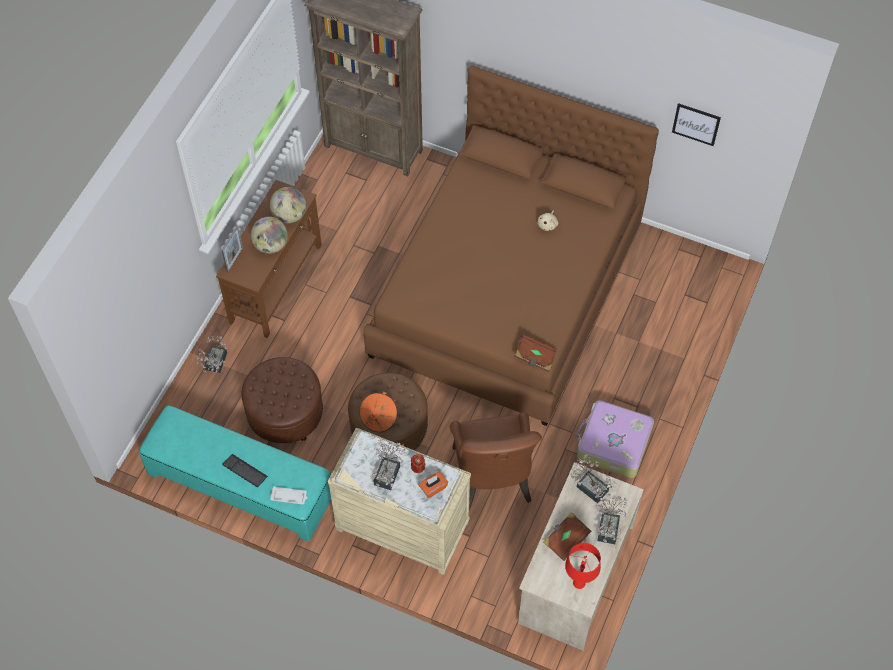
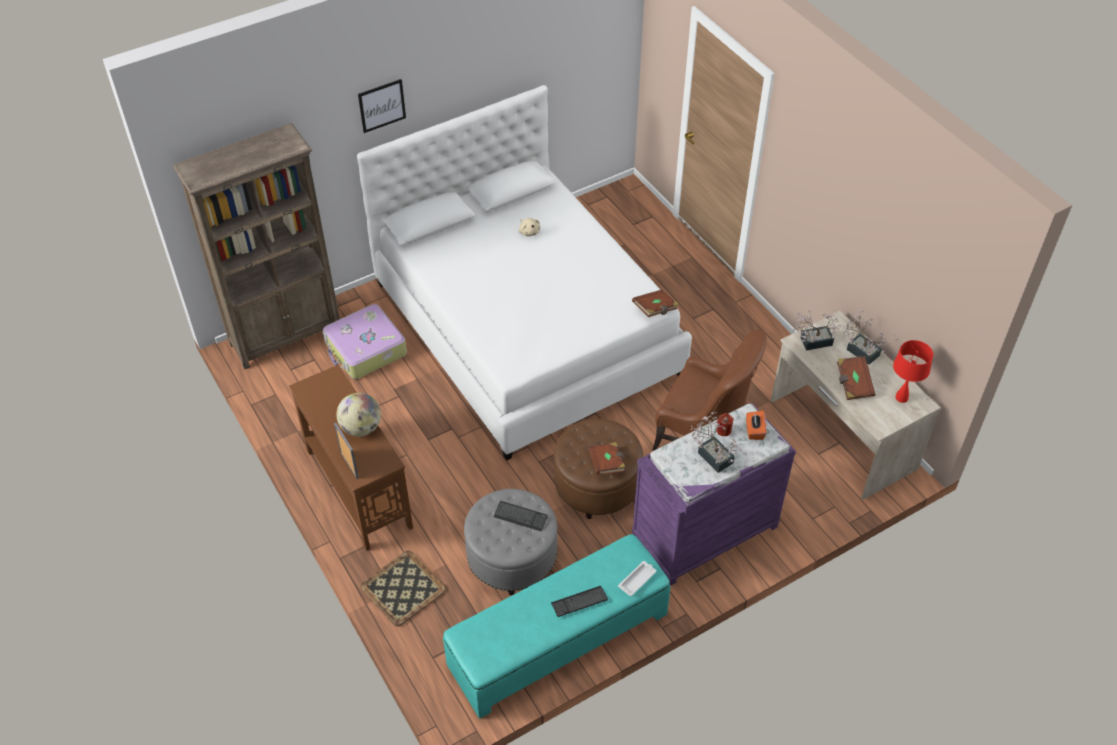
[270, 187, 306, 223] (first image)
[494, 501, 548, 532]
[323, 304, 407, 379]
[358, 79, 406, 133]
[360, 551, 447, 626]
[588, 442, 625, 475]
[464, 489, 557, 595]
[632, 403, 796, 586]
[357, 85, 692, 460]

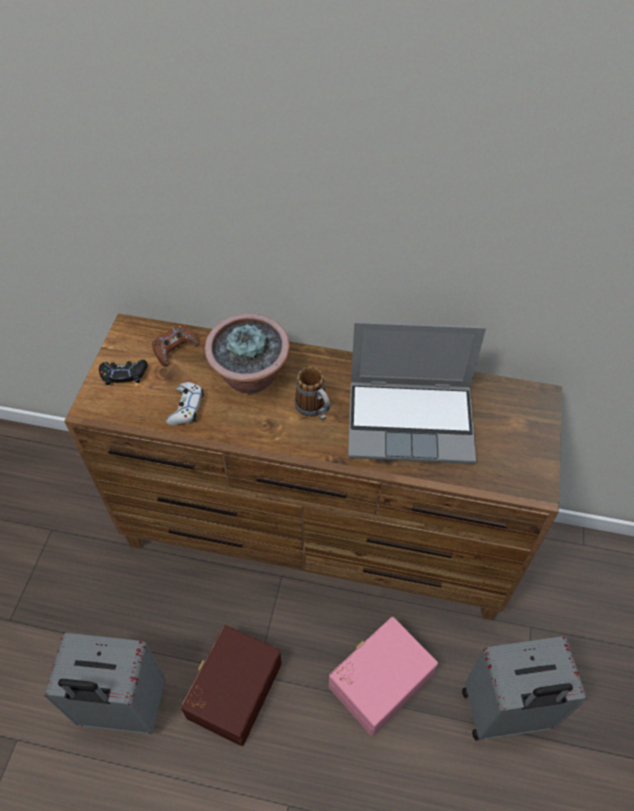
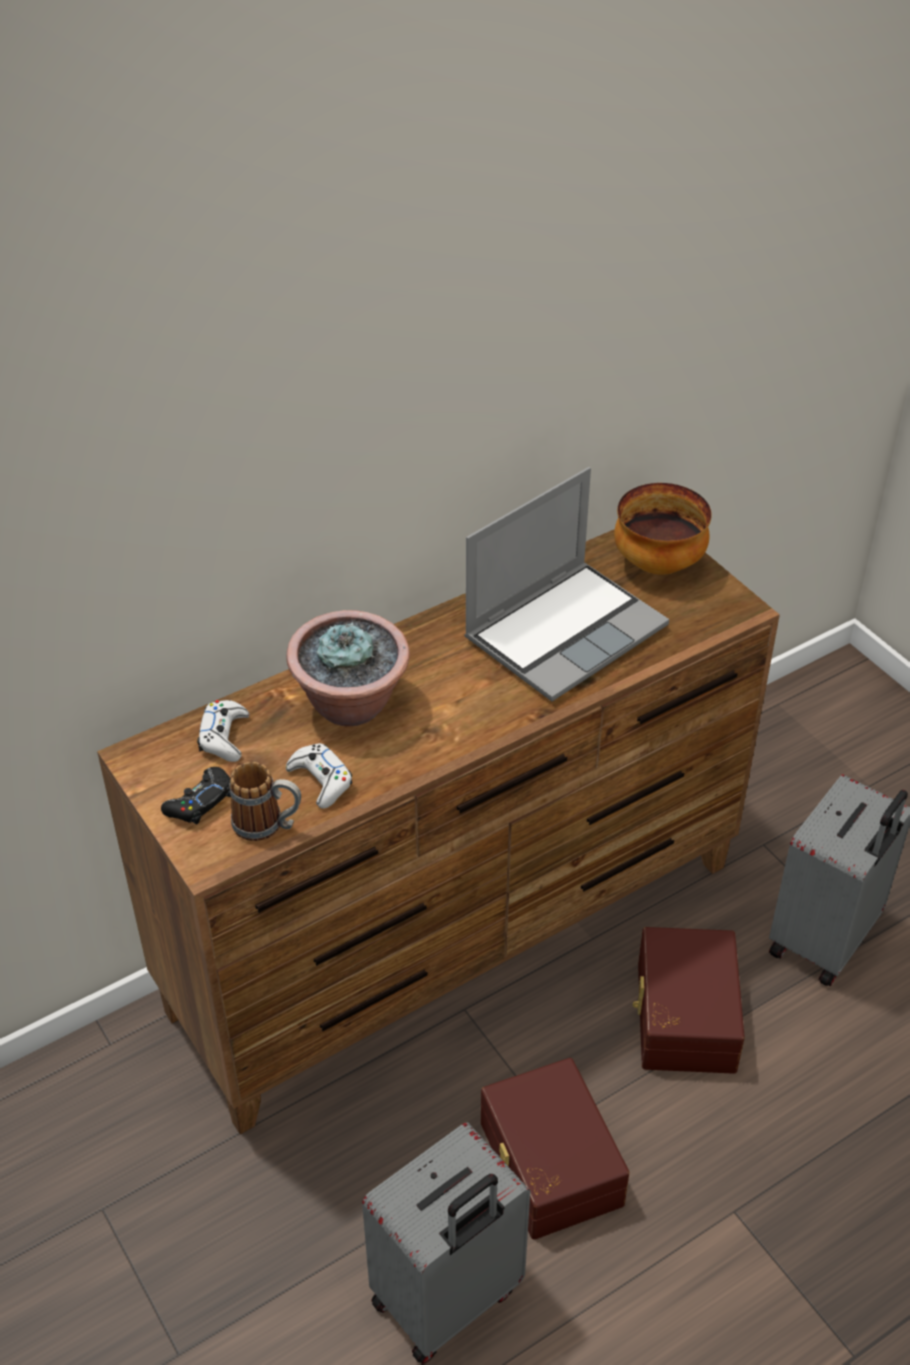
[614, 483, 712, 575]
[230, 762, 301, 841]
[197, 700, 249, 762]
[633, 927, 745, 1074]

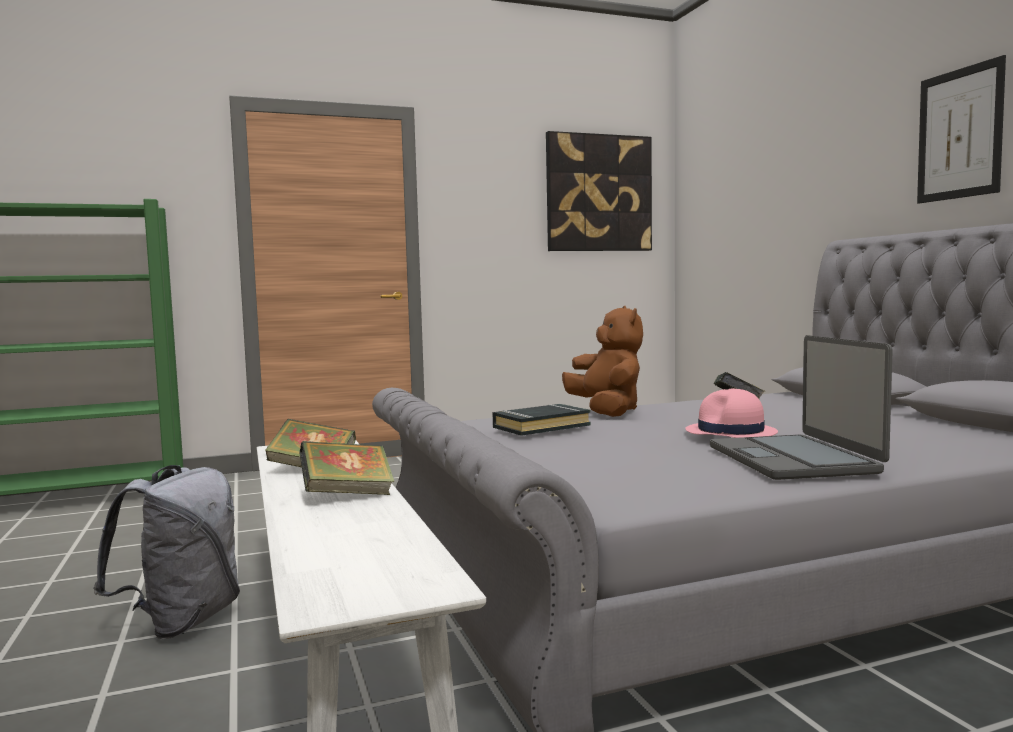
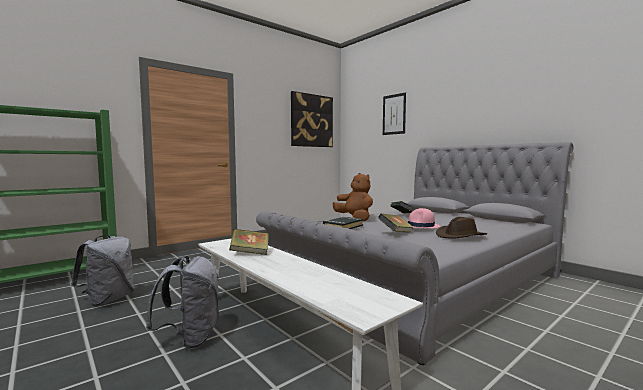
[71, 235, 134, 306]
[378, 214, 414, 233]
[383, 92, 406, 135]
[436, 217, 488, 239]

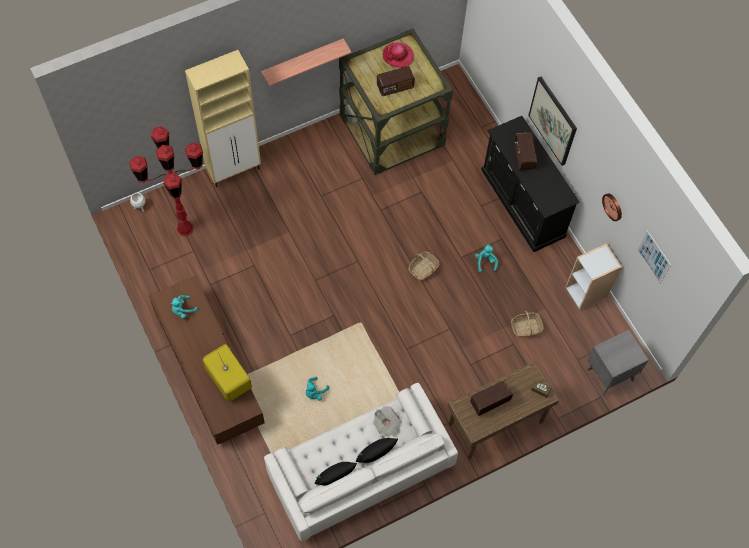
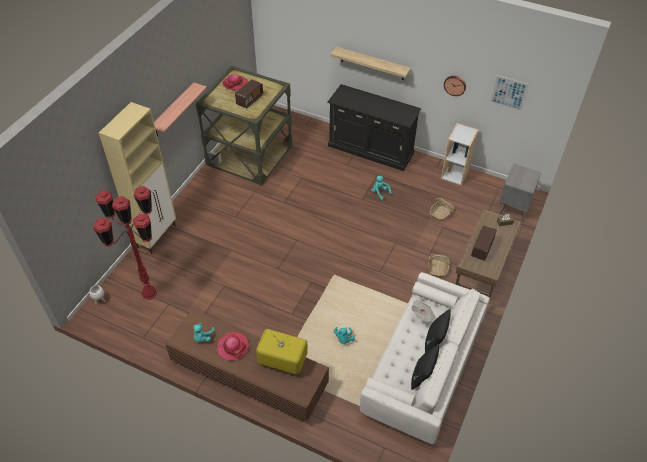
[514, 132, 537, 170] (first image)
[217, 332, 249, 361]
[428, 254, 451, 277]
[331, 47, 411, 80]

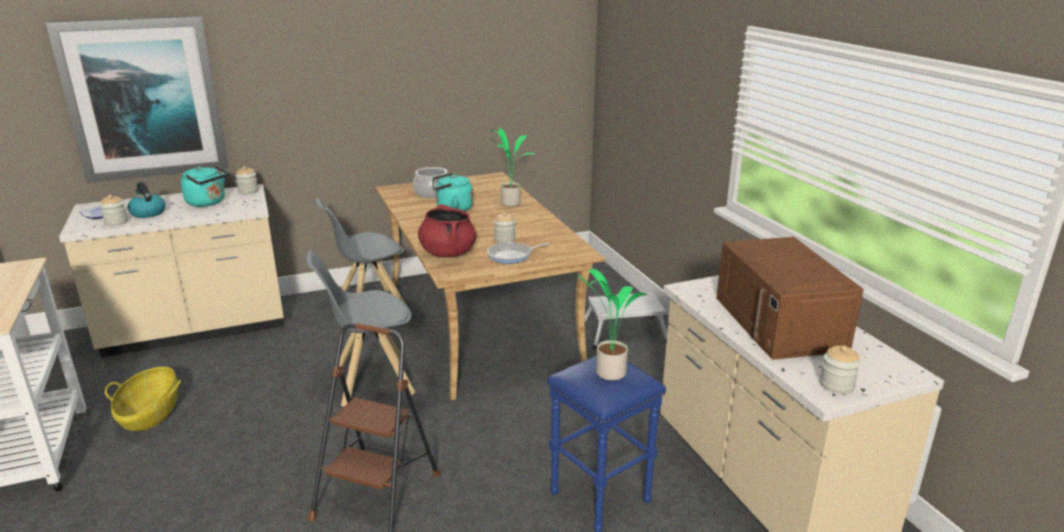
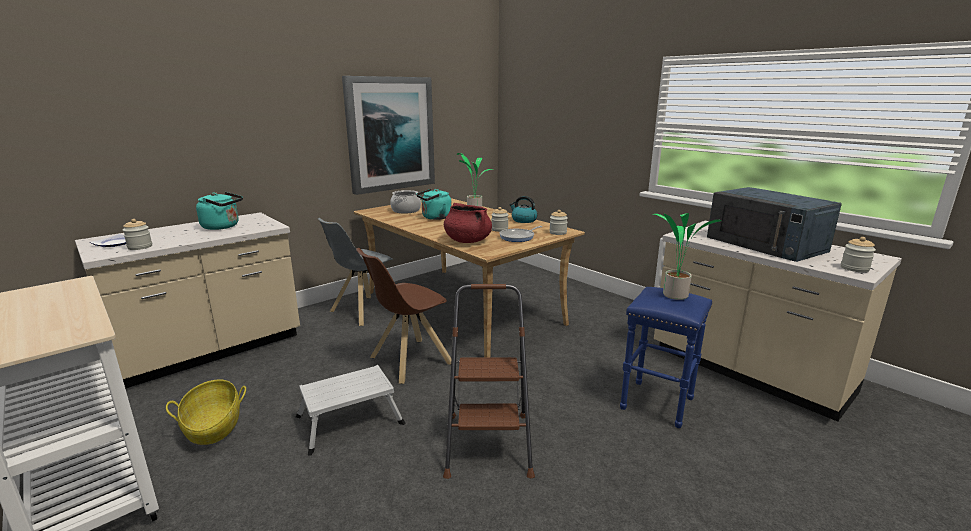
[342, 76, 435, 195]
[510, 196, 537, 223]
[549, 210, 568, 235]
[296, 365, 405, 456]
[356, 248, 451, 384]
[707, 187, 842, 262]

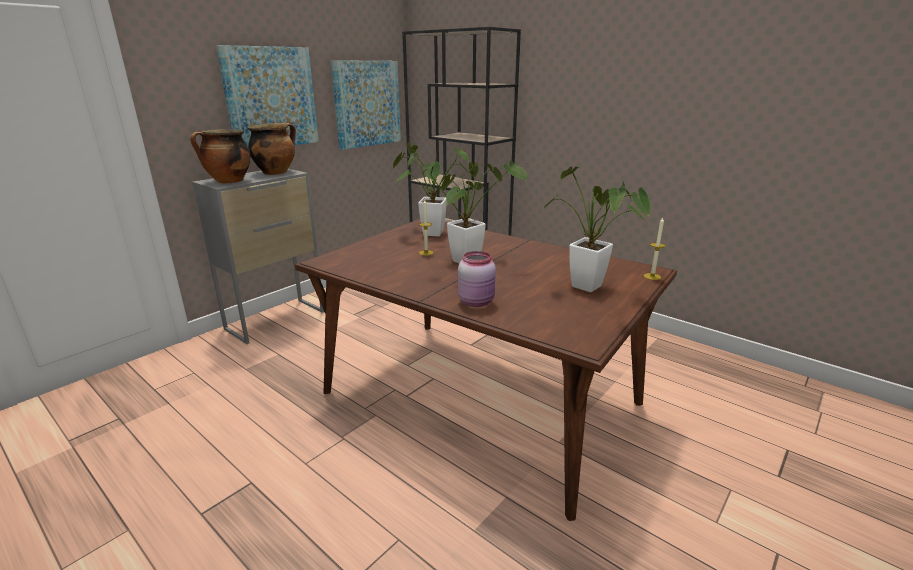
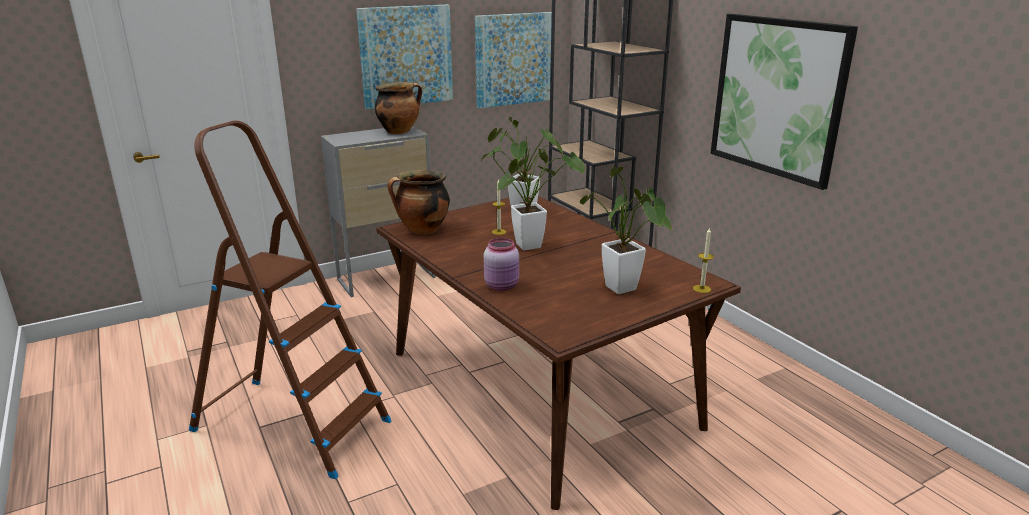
[189, 121, 392, 479]
[711, 14, 858, 190]
[387, 170, 450, 234]

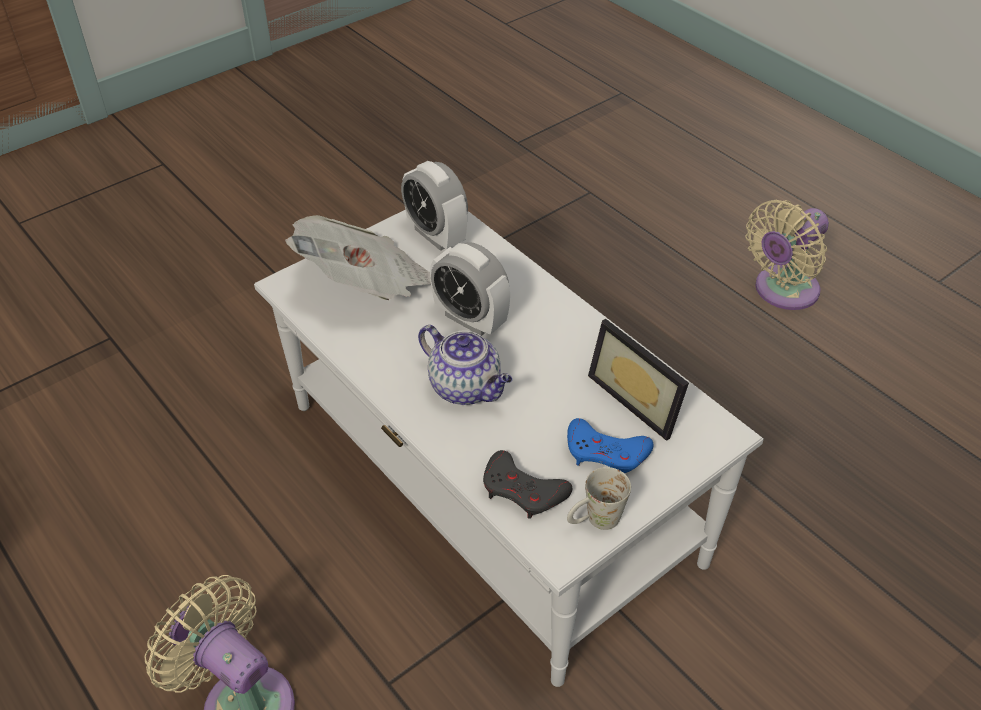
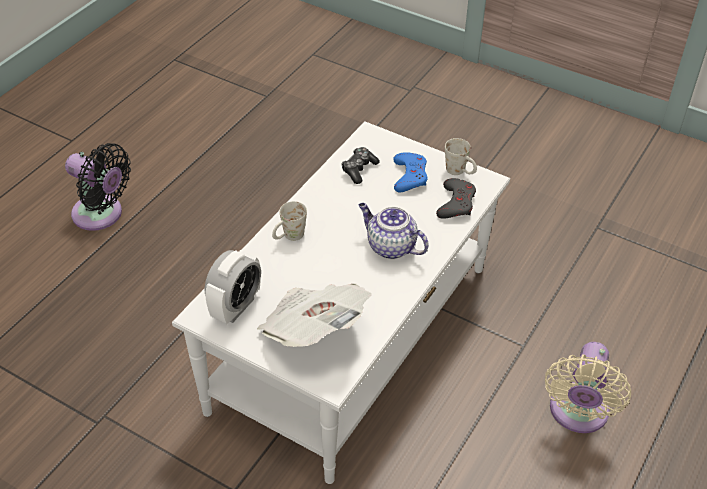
[430, 242, 510, 336] (first image)
[272, 201, 307, 241]
[341, 147, 380, 184]
[65, 143, 131, 231]
[359, 203, 429, 259]

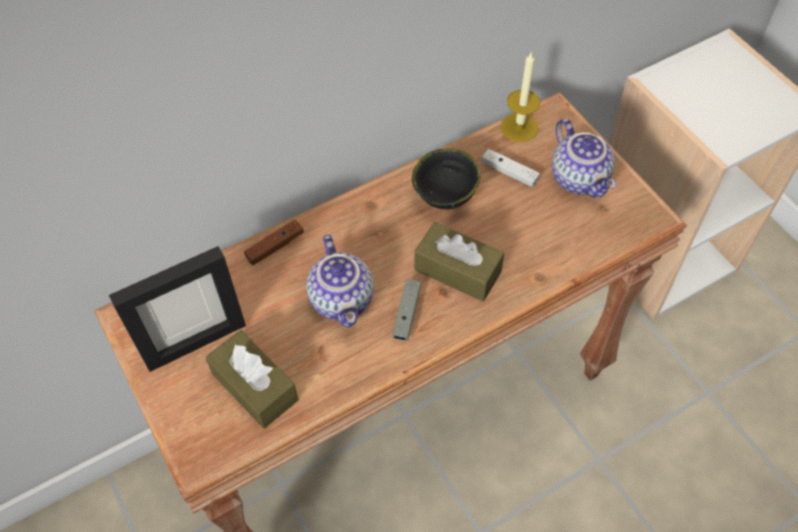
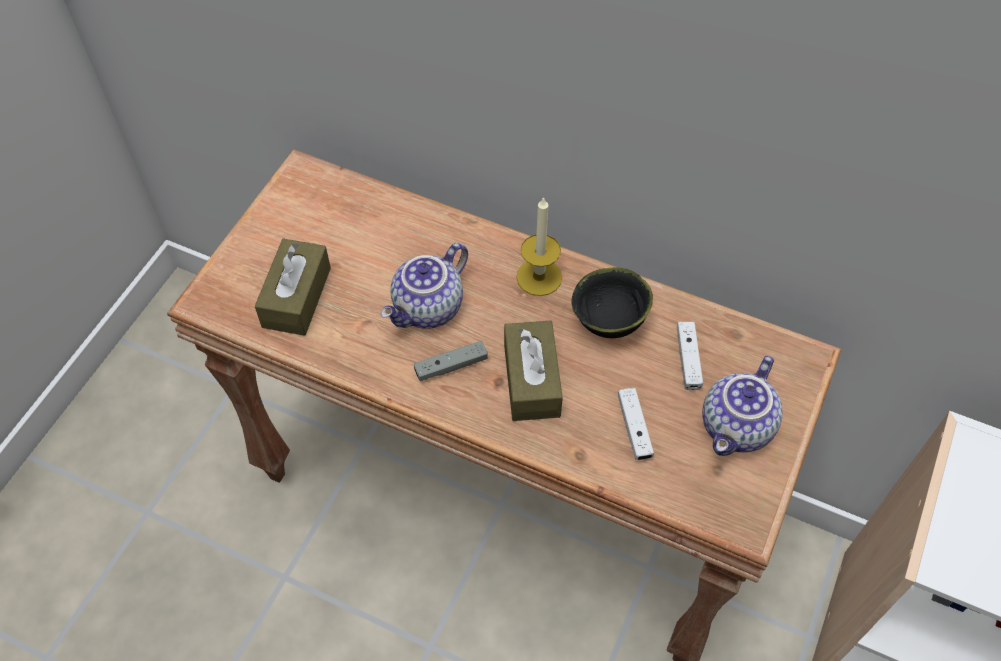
[109, 246, 246, 372] (first image)
[244, 220, 304, 265] (first image)
[618, 388, 654, 460]
[516, 197, 562, 296]

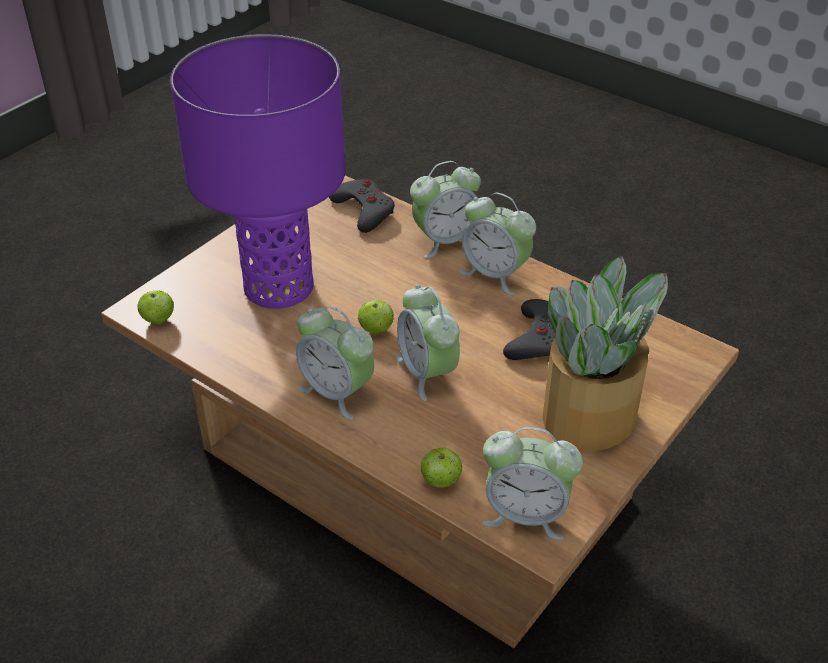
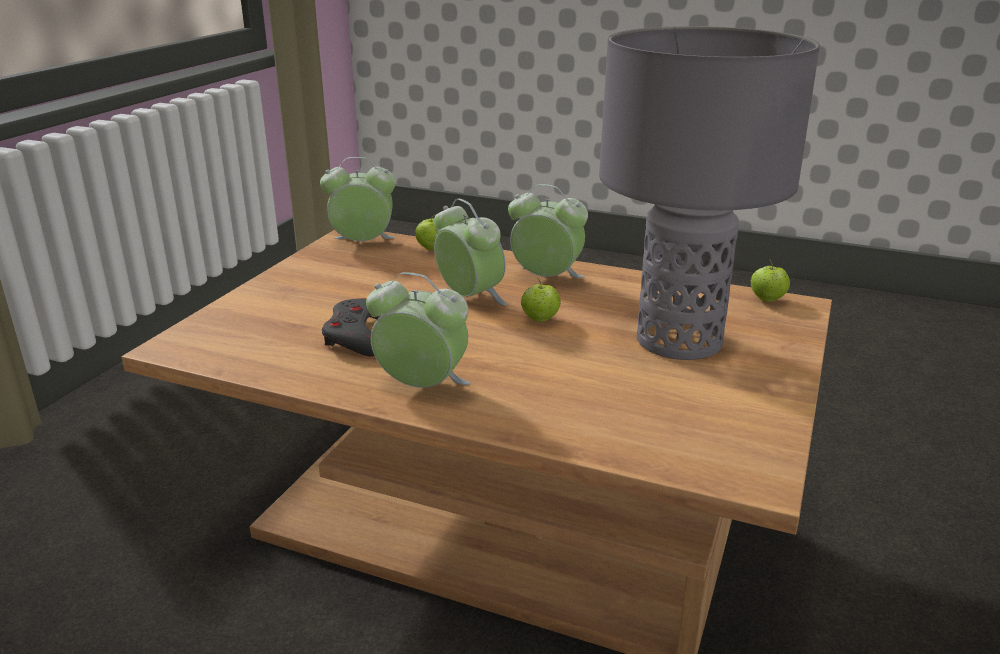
[329, 179, 395, 233] (first image)
[410, 161, 481, 258] (first image)
[542, 256, 668, 451] (first image)
[599, 26, 820, 360]

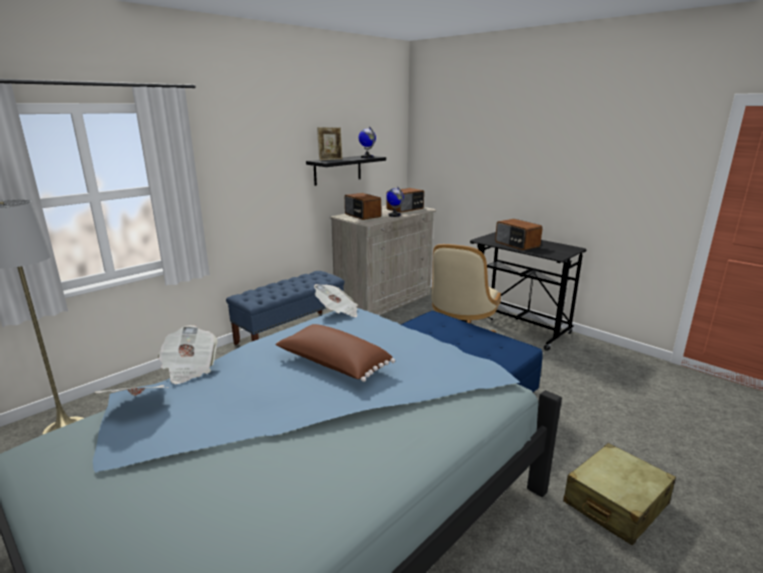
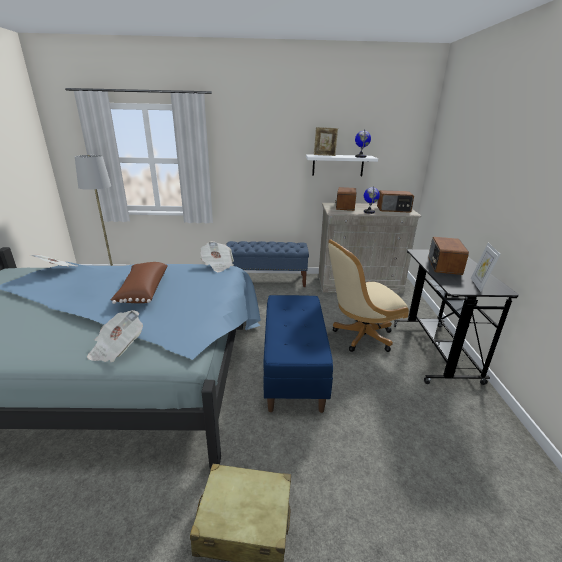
[471, 243, 500, 292]
[87, 310, 143, 362]
[306, 154, 378, 176]

